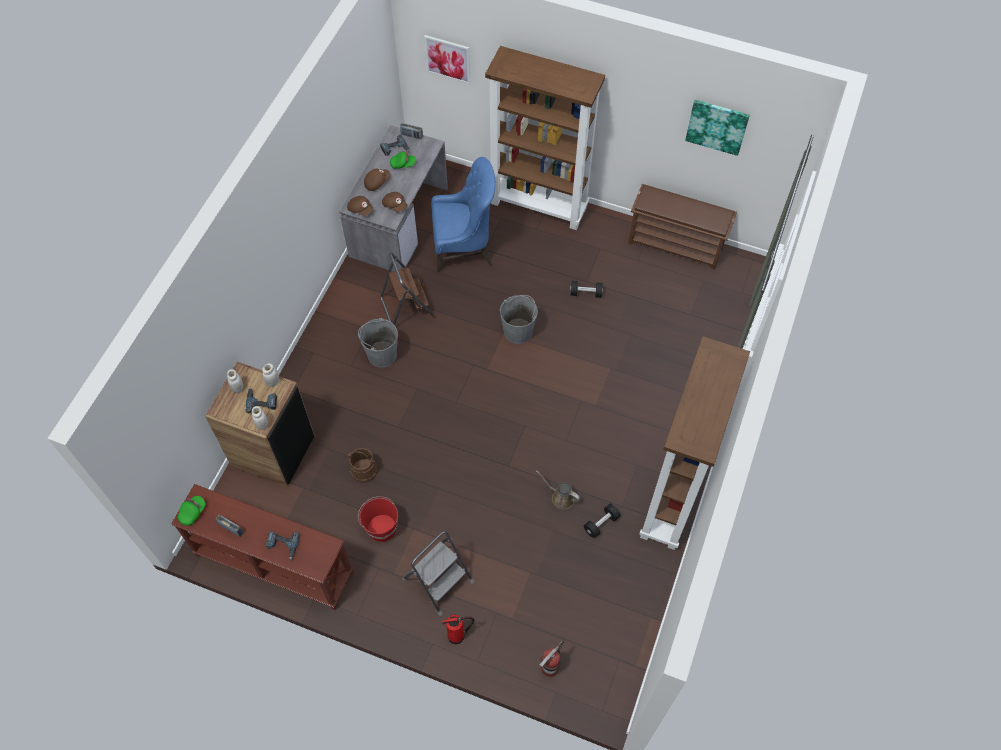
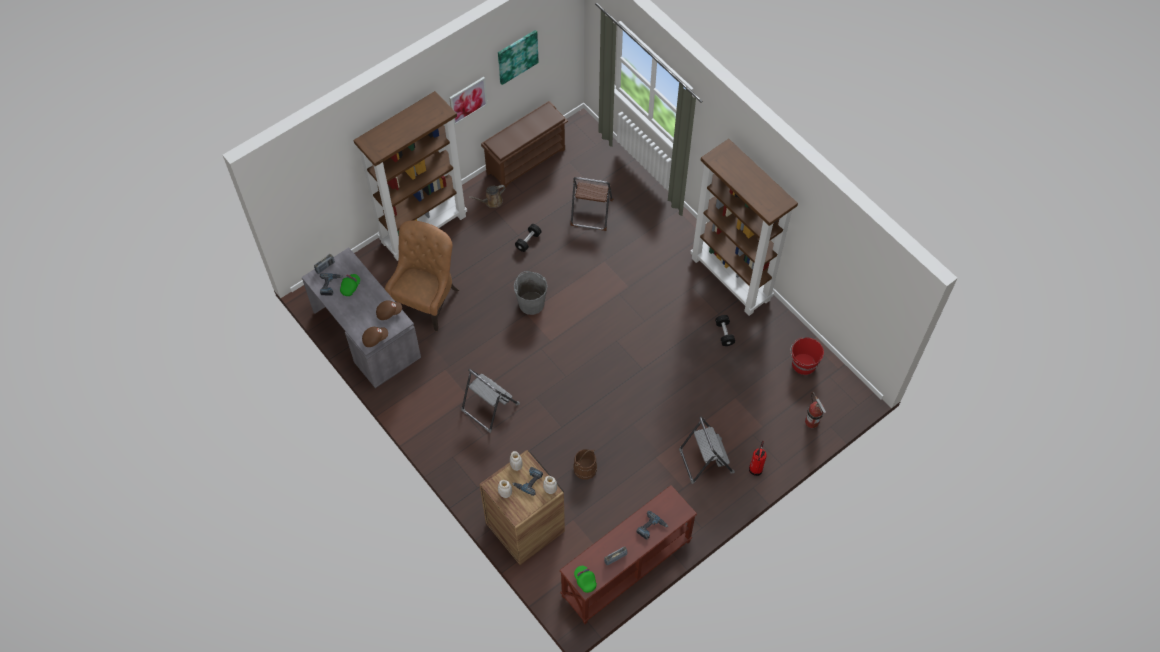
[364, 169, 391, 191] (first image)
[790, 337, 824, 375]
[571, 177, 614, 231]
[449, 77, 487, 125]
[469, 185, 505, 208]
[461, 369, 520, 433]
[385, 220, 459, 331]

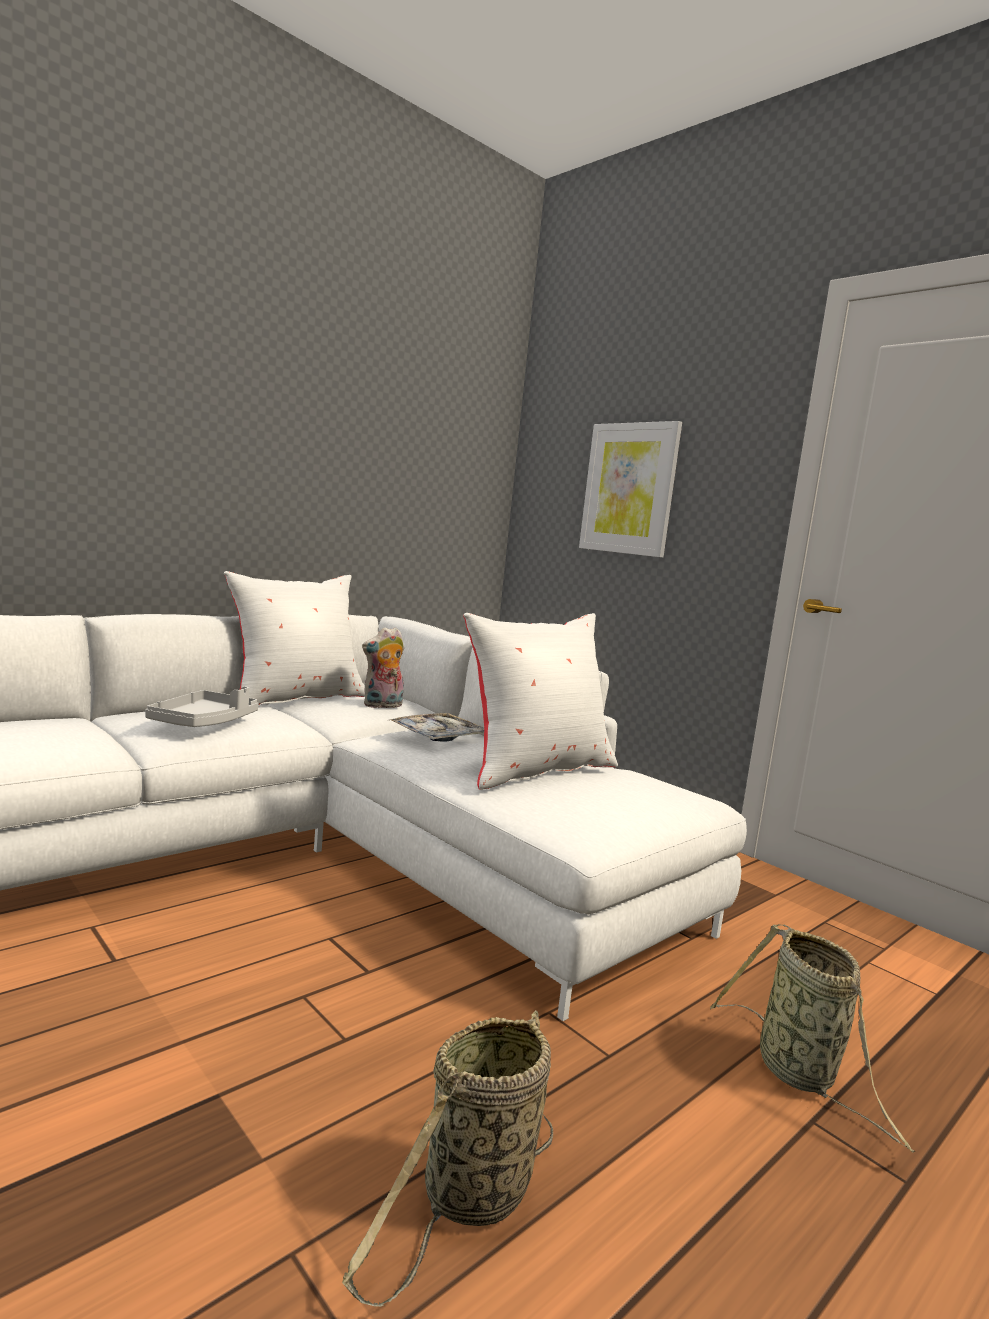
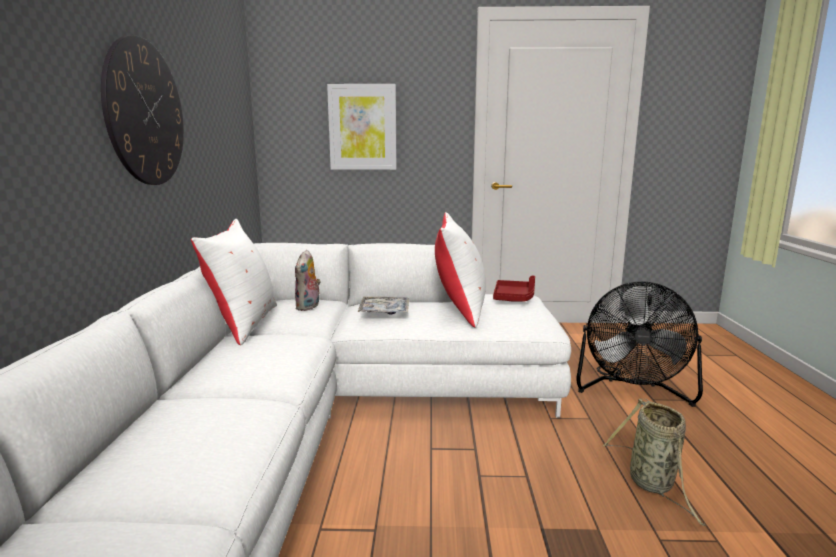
[145, 687, 259, 727] (first image)
[101, 35, 184, 185]
[493, 276, 535, 302]
[577, 282, 703, 407]

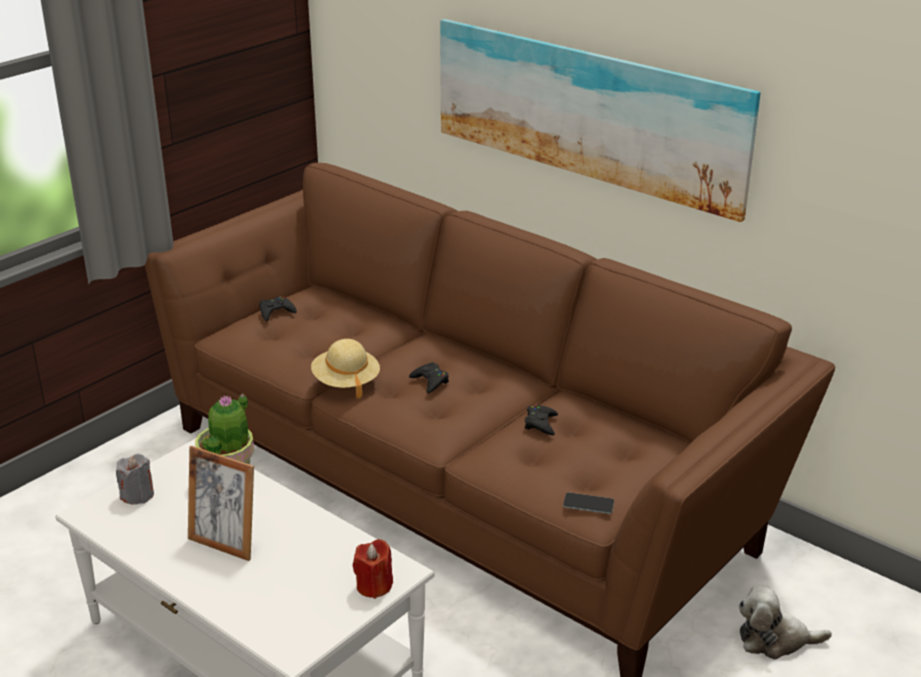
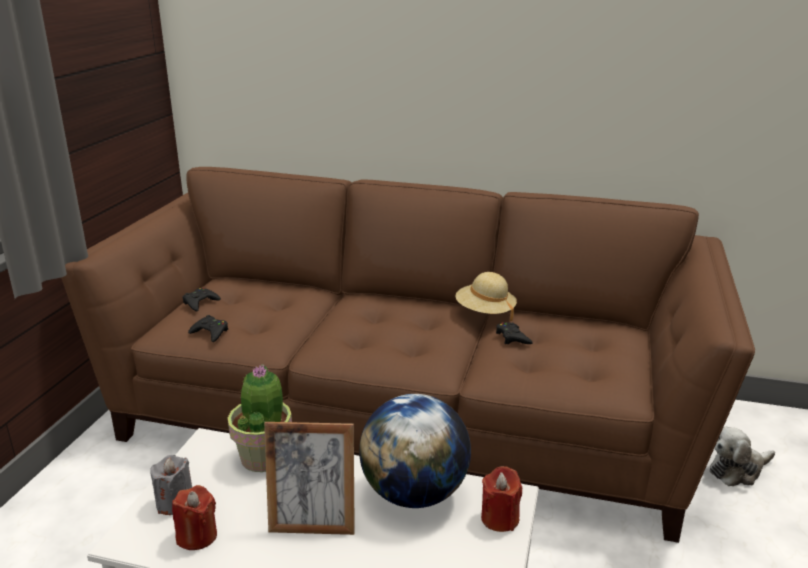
[440, 19, 761, 222] (first image)
[563, 493, 614, 514] (first image)
[172, 485, 217, 550]
[359, 394, 471, 508]
[455, 272, 517, 321]
[188, 315, 228, 342]

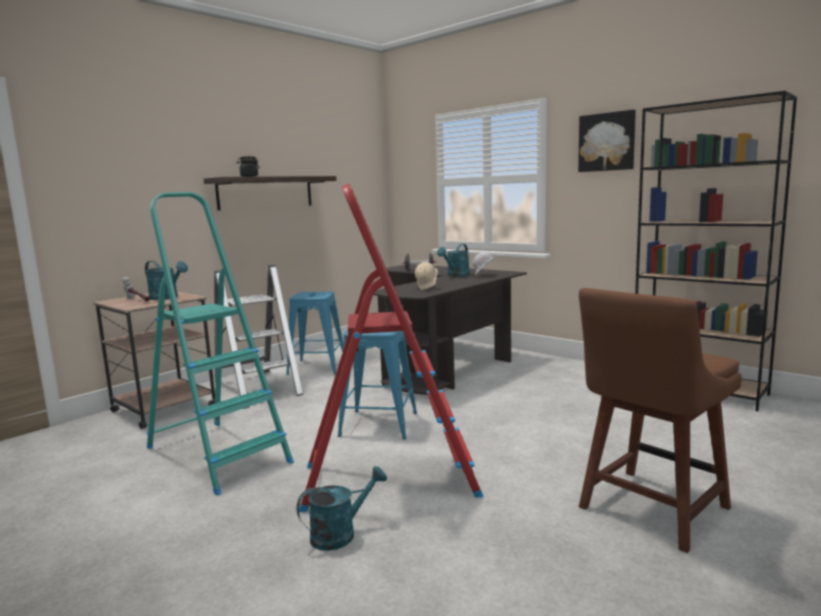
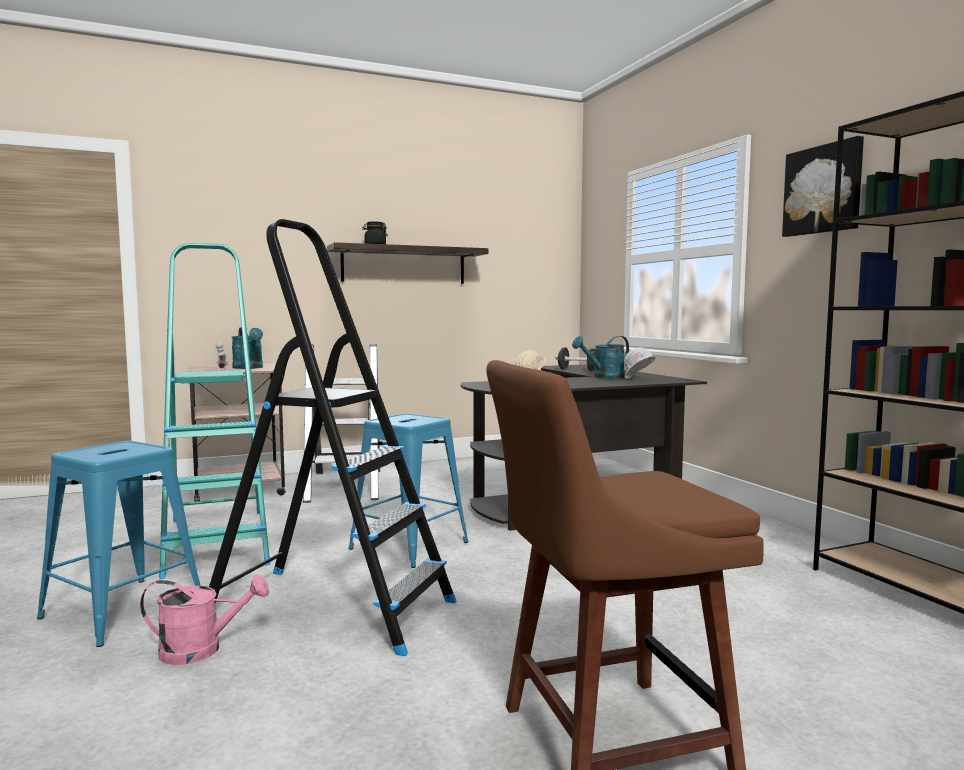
[37, 441, 200, 647]
[140, 574, 269, 665]
[209, 219, 457, 656]

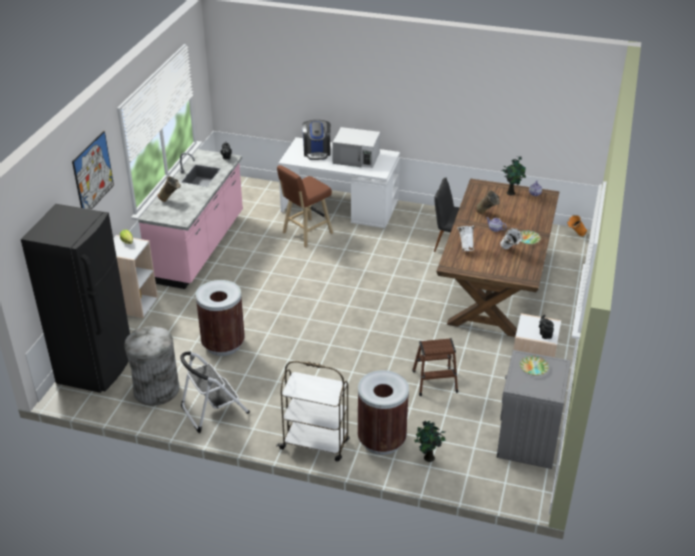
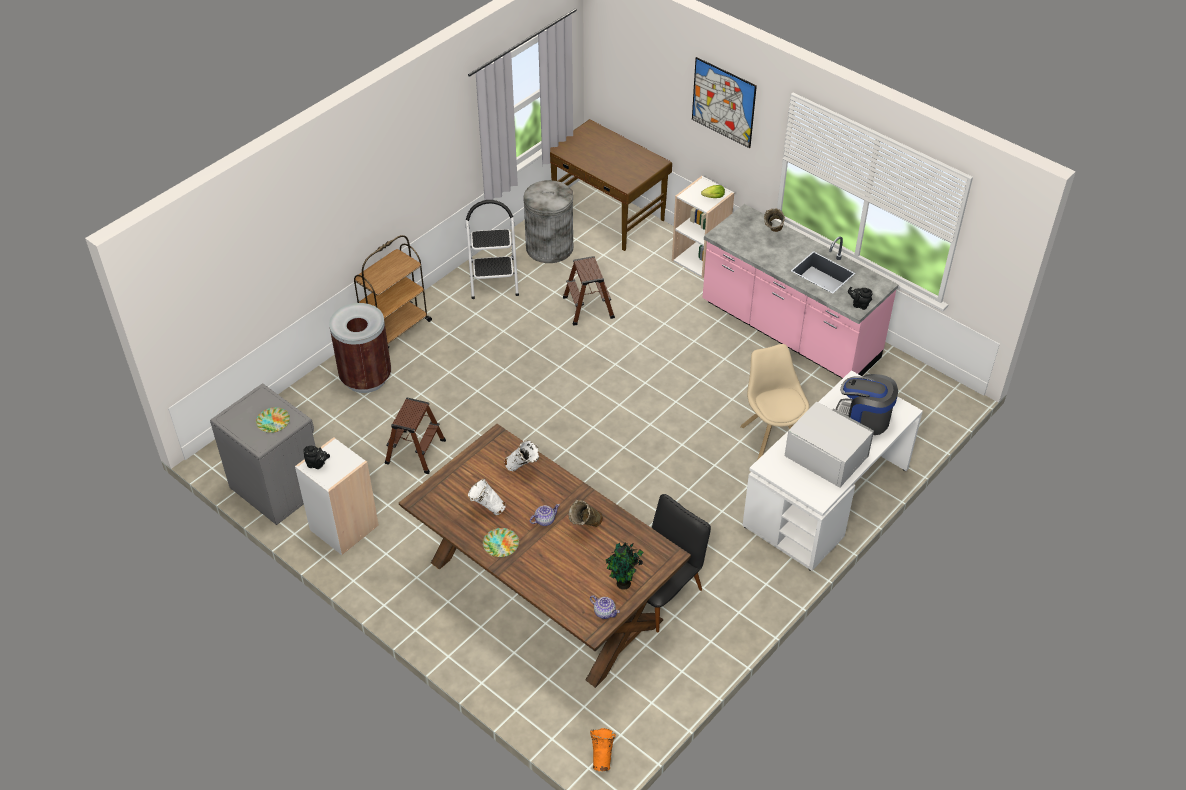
[414, 421, 446, 462] (first image)
[550, 119, 672, 251]
[563, 256, 615, 326]
[740, 344, 809, 460]
[354, 235, 432, 348]
[785, 401, 874, 488]

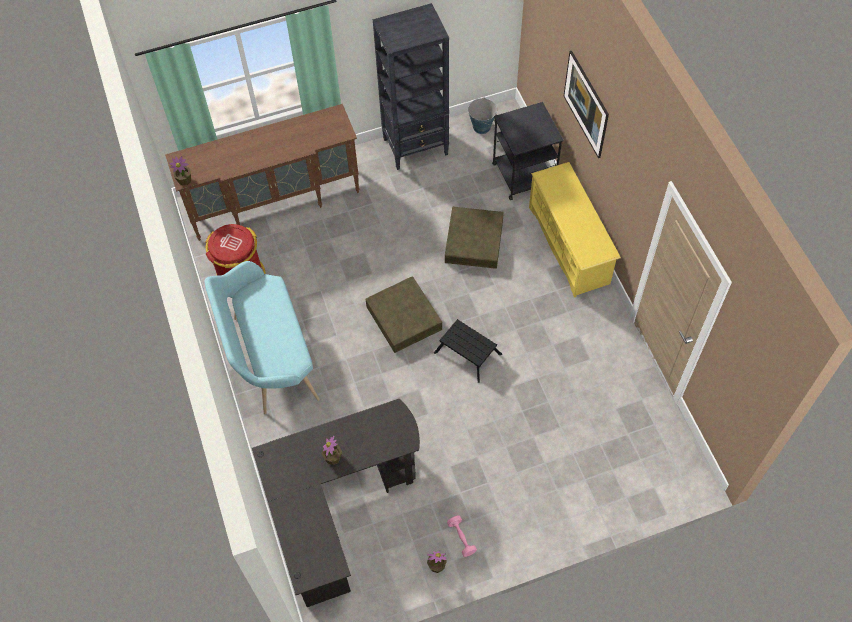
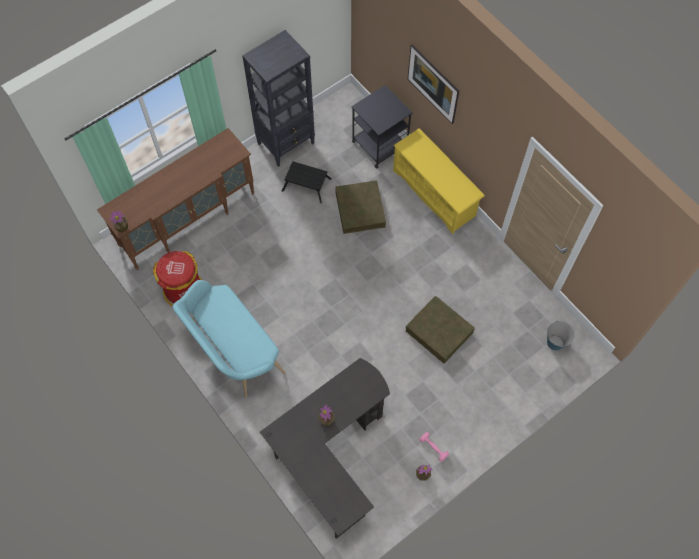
[406, 296, 475, 364]
[281, 161, 332, 203]
[547, 321, 574, 351]

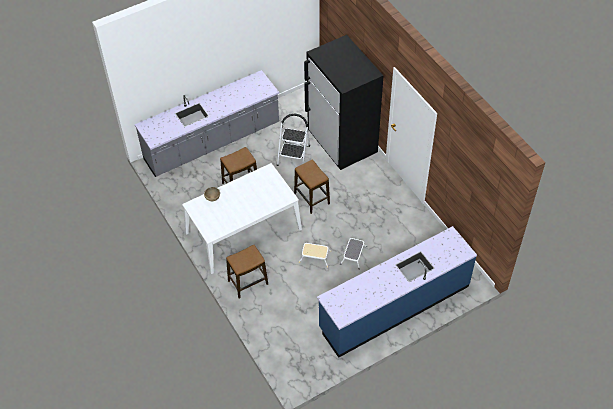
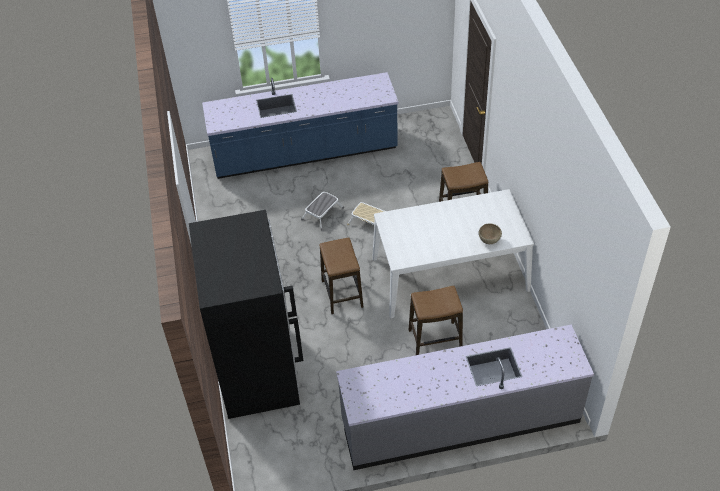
[277, 114, 310, 166] (first image)

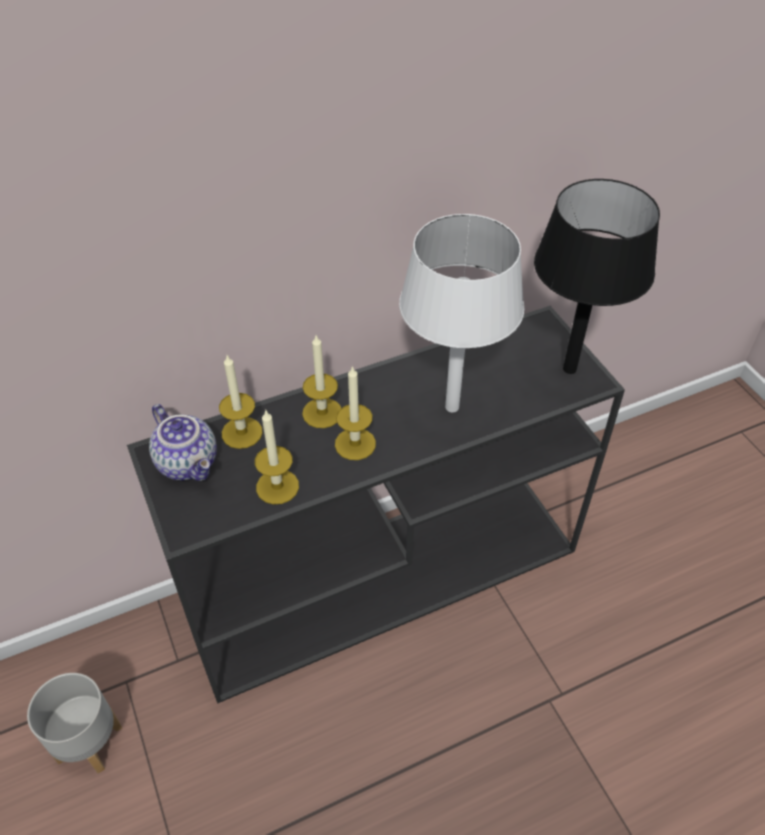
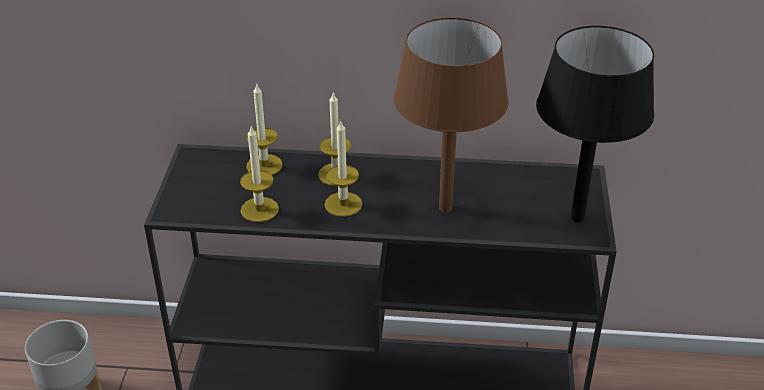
[149, 404, 217, 481] (first image)
[394, 17, 509, 212]

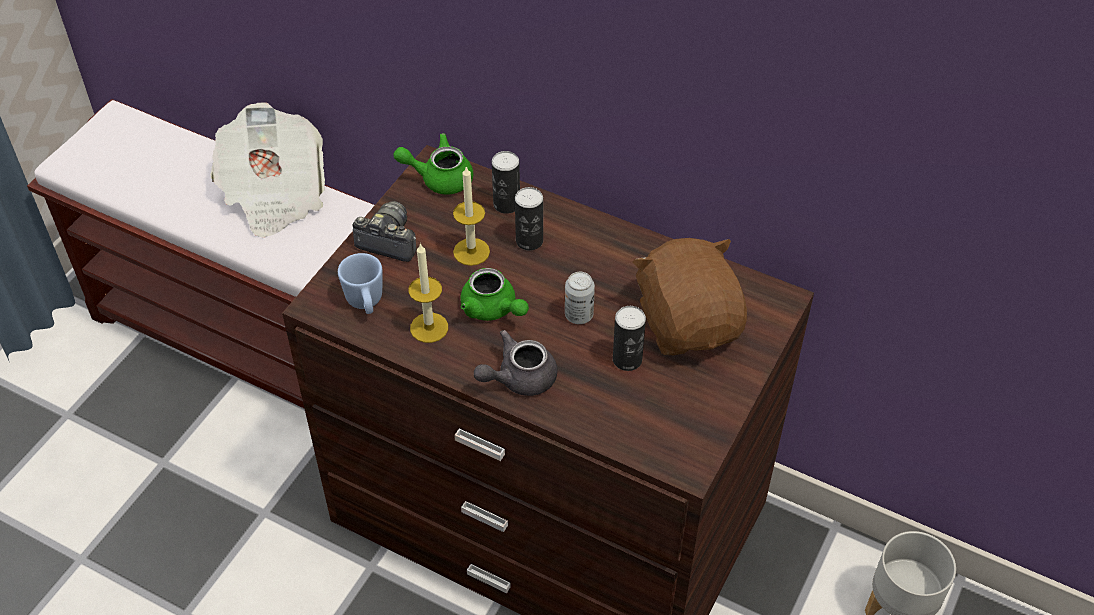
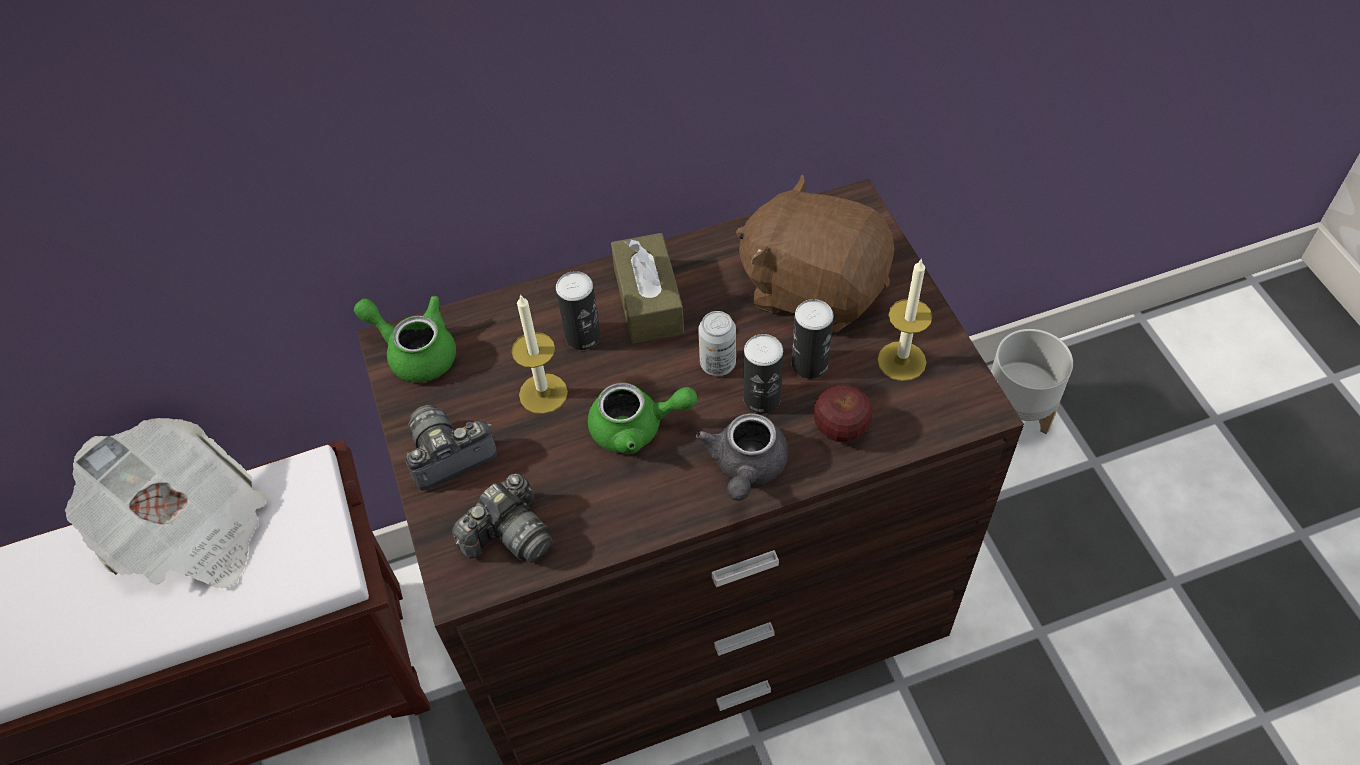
[611, 233, 684, 344]
[814, 385, 873, 442]
[877, 258, 932, 381]
[744, 334, 783, 414]
[452, 473, 553, 563]
[354, 296, 456, 382]

